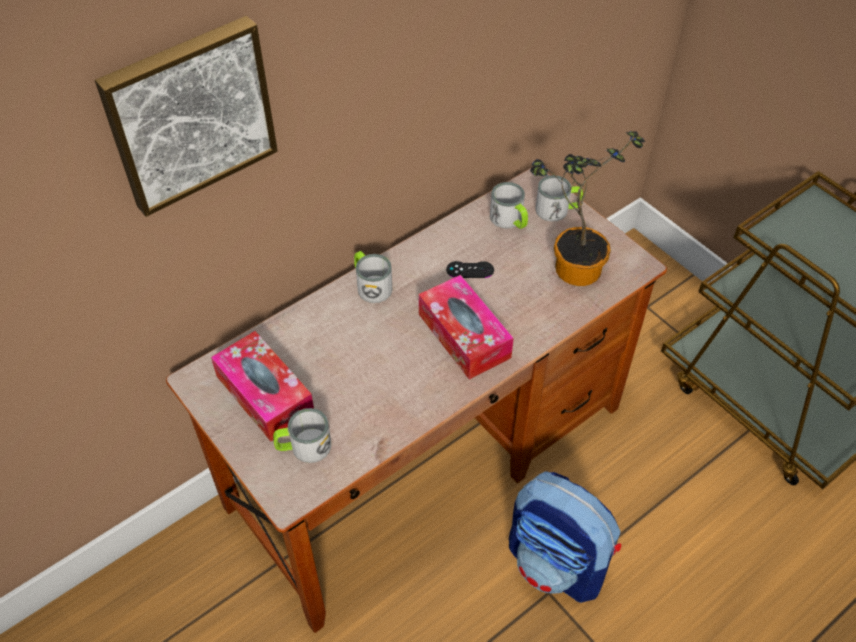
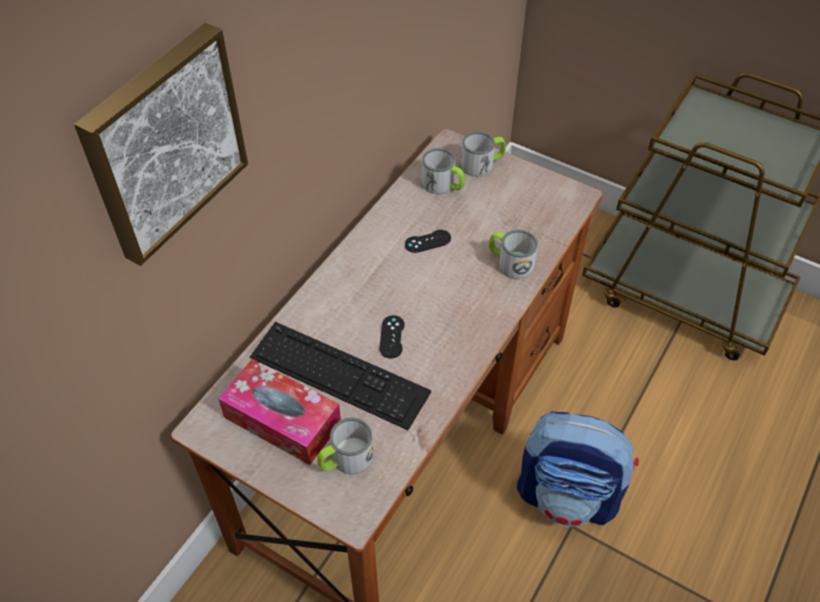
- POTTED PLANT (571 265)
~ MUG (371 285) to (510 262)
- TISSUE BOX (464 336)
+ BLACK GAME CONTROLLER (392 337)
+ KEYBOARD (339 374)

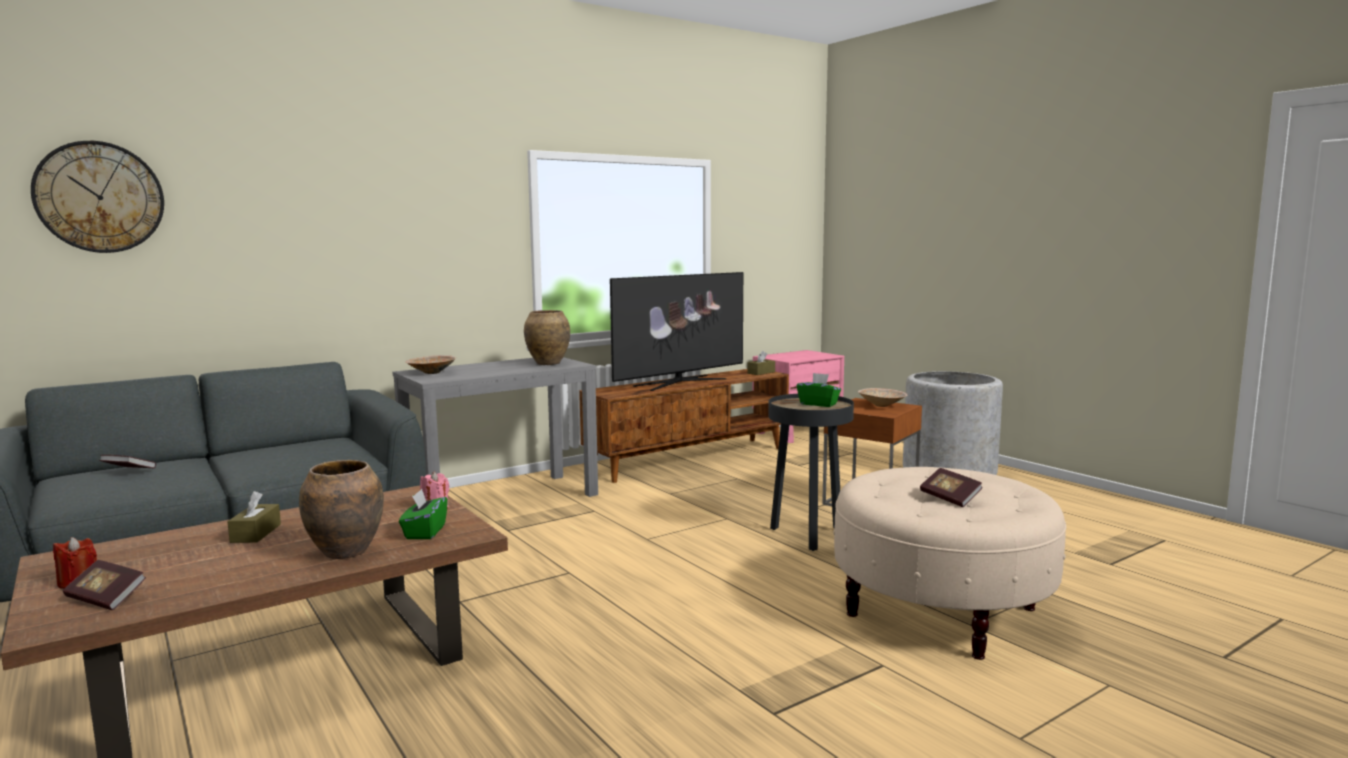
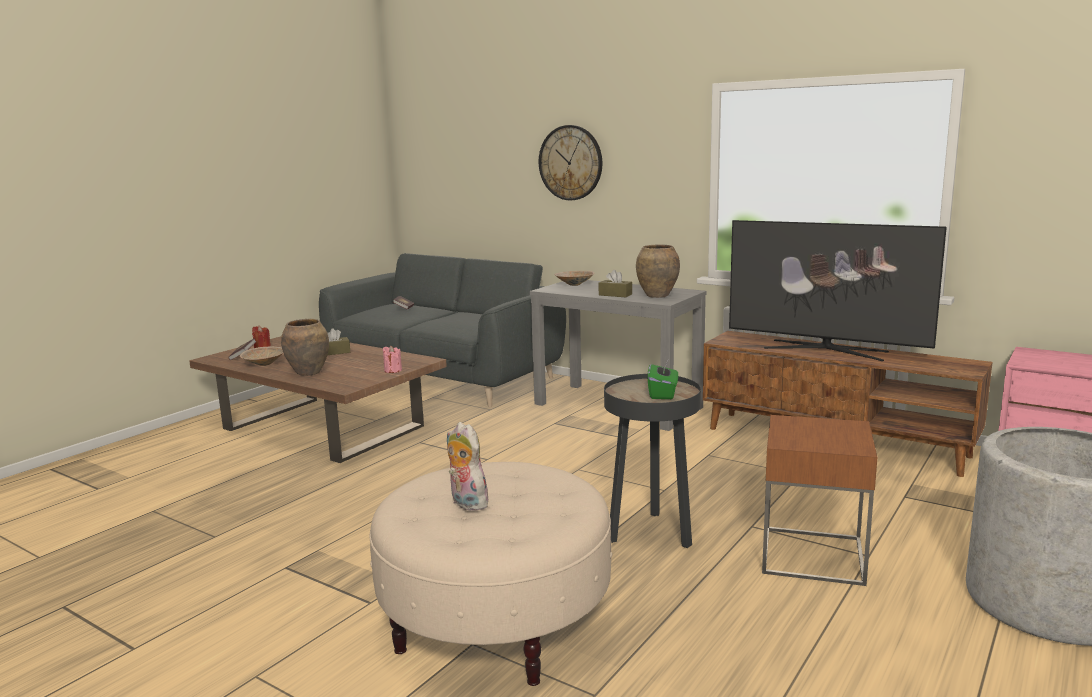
~ WALL CLOCK (99 197) to (570 163)
~ BROWN TISSUE BOX (761 372) to (615 295)
~ BEIGE BOWL (882 406) to (263 364)
~ BOOK (950 498) to PLUSH TOY (466 503)
- GREEN TISSUE BOX (424 532)

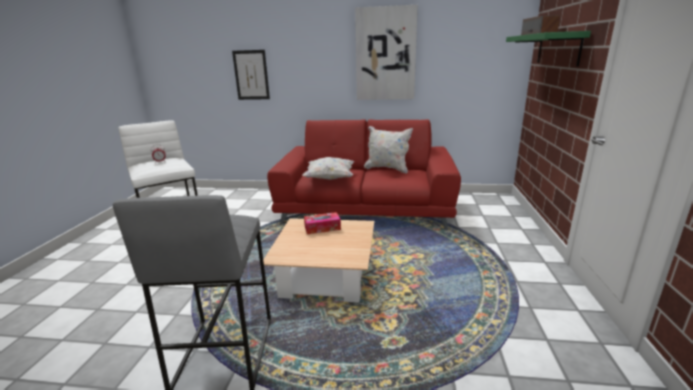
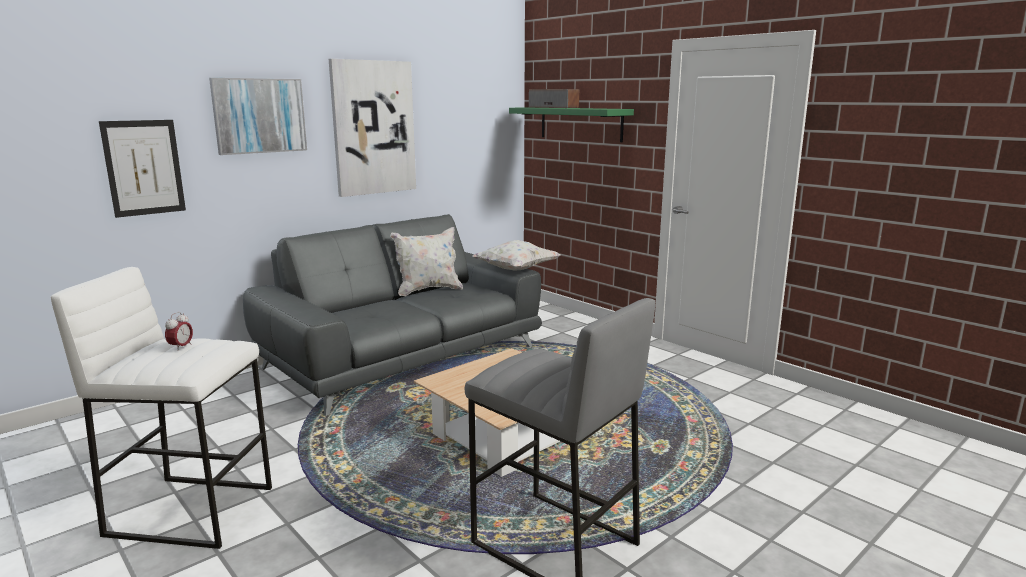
~ RED SOFA (365 208) to GREY SOFA (403 357)
~ WHITE PILLOW (329 179) to (516 270)
- TISSUE BOX (322 228)
+ PICTURE (259 116)

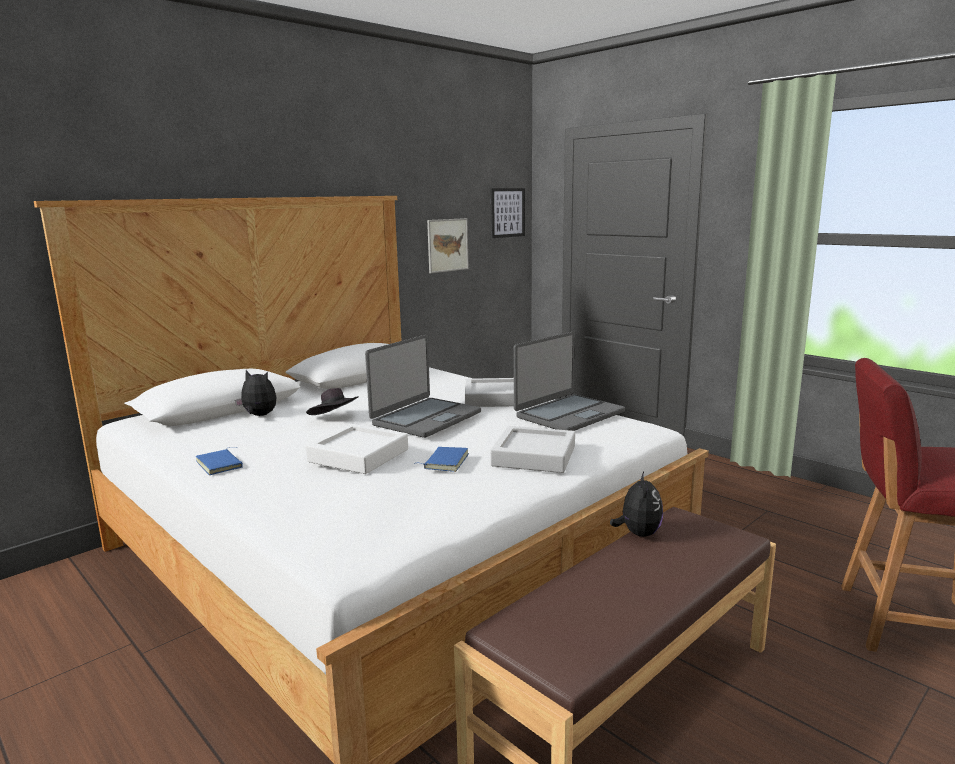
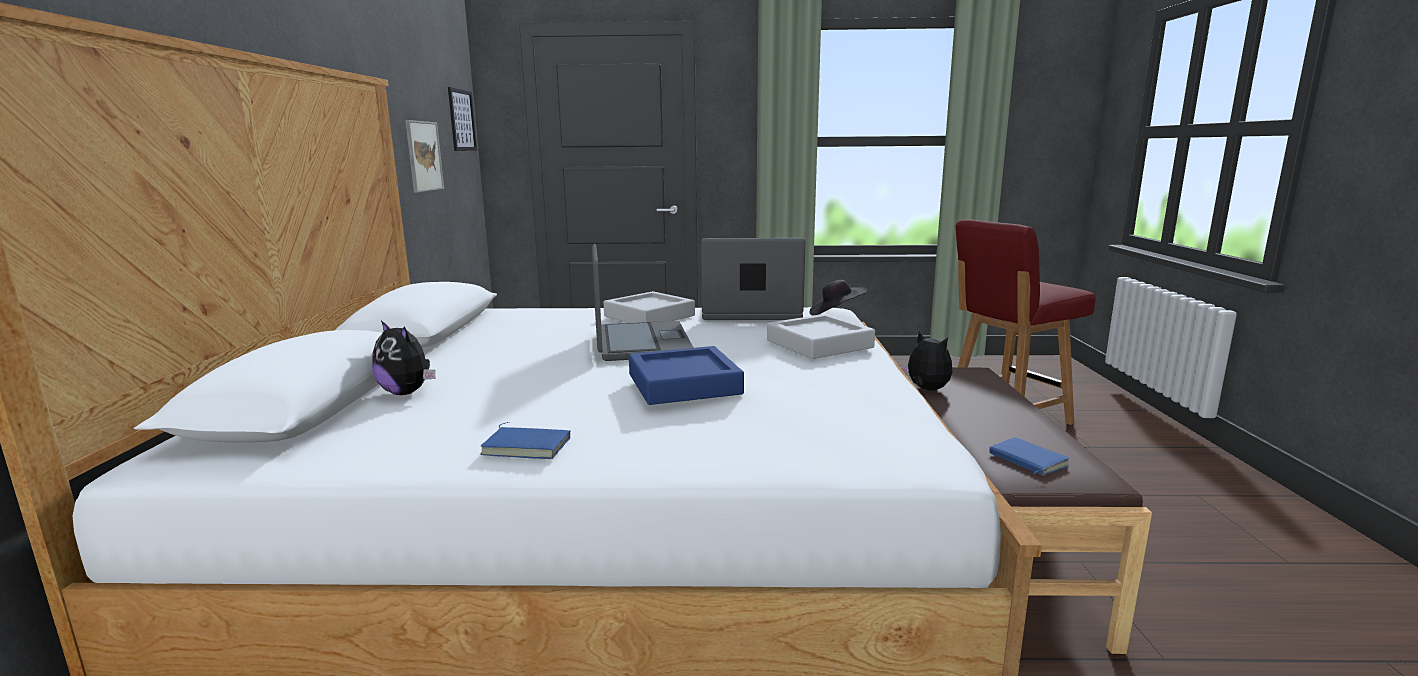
~ LAPTOP (568 414) = (751 312) 90 degrees counterclockwise
~ PLUSH TOY (259 416) = (407 392) 120 degrees counterclockwise
~ BLACK HAT (335 418) to (836 314)
~ WHITE TRAY (358 455) to BLUE TRAY (684 384)
~ BLUE BOOK (445 461) to (1026 460)

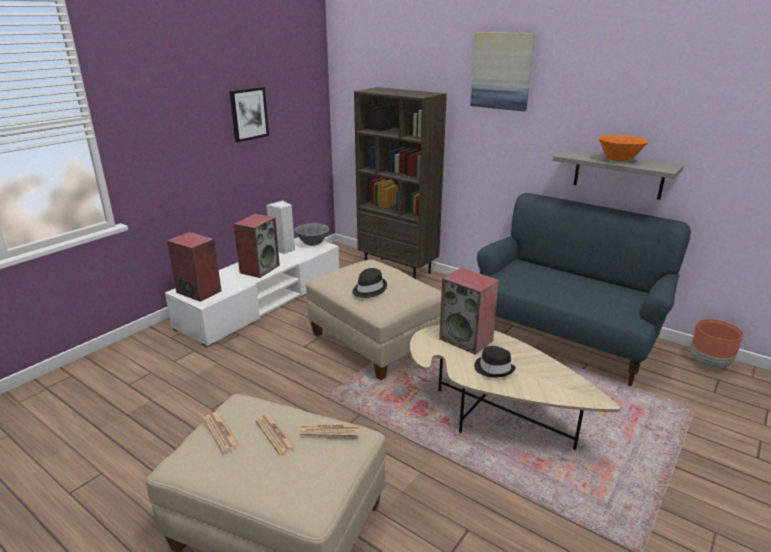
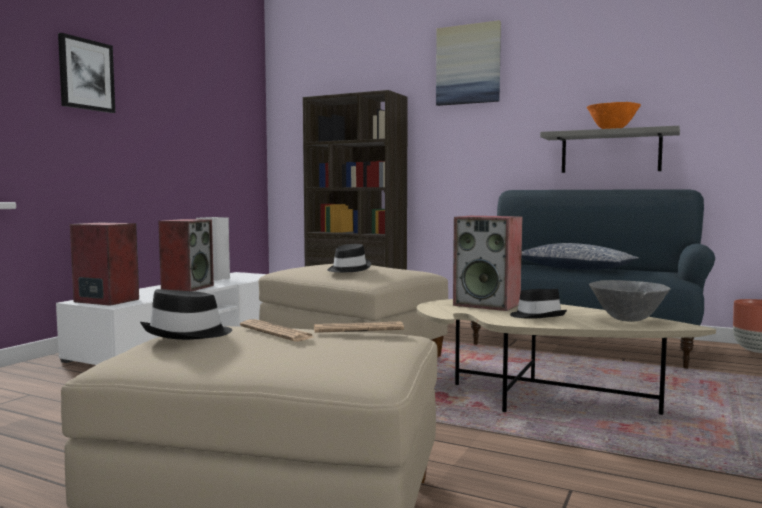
~ PICTURE (248 114) to (86 75)
~ GREY BOWL (313 244) to (628 320)
~ NEWSPAPER (221 432) to BLACK HAT (188 334)
+ PILLOW (573 269)

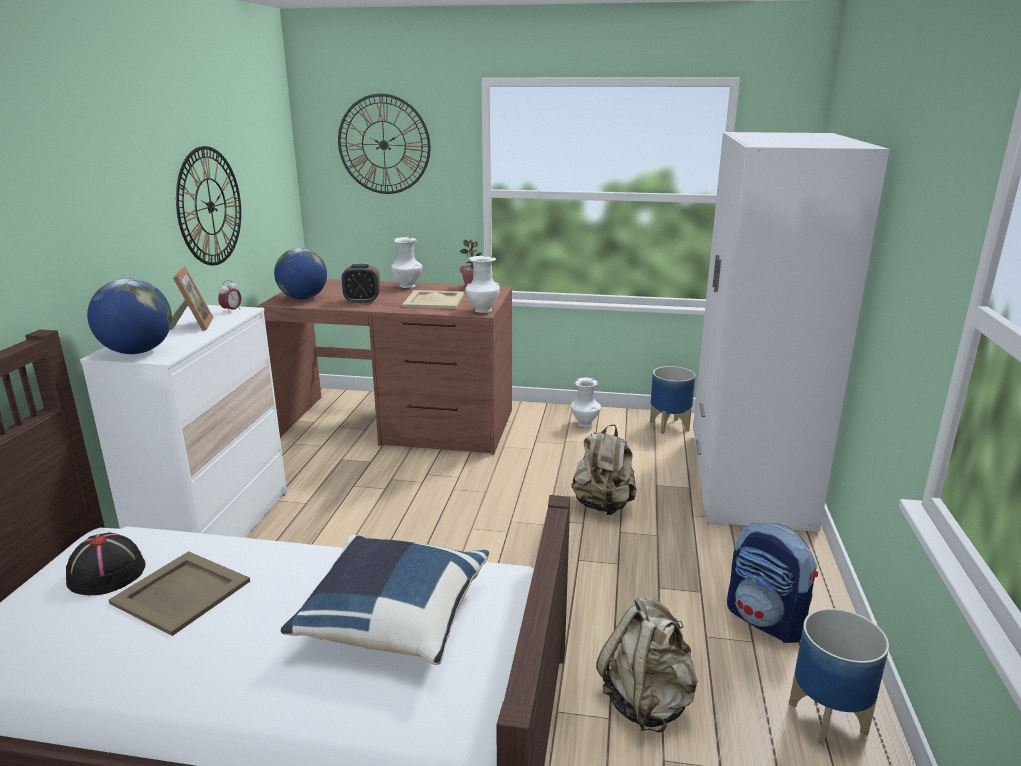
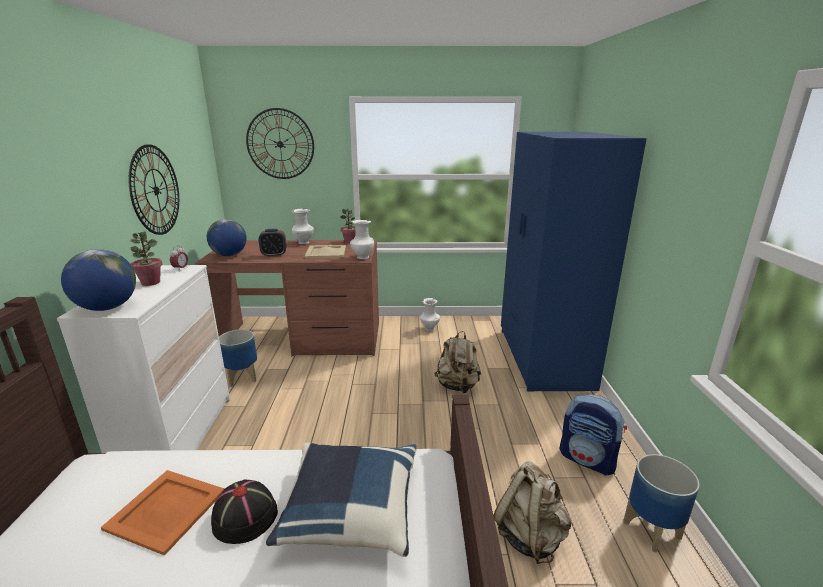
~ WHITE WARDROBE (747 478) to BLUE WARDROBE (543 358)
~ PICTURE FRAME (192 325) to POTTED PLANT (151 282)
~ PLANTER (669 426) to (242 378)
~ BLACK HAT (107 573) to (244 516)
~ BEIGE TRAY (181 593) to ORANGE TRAY (166 510)

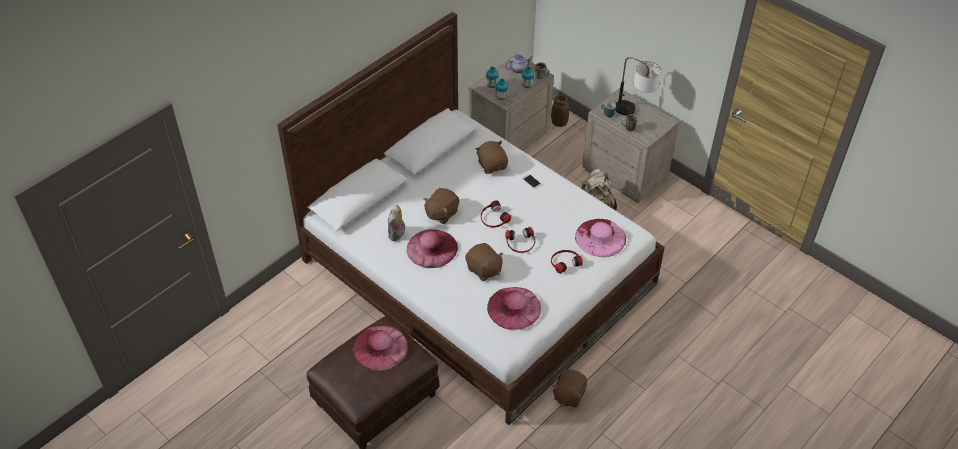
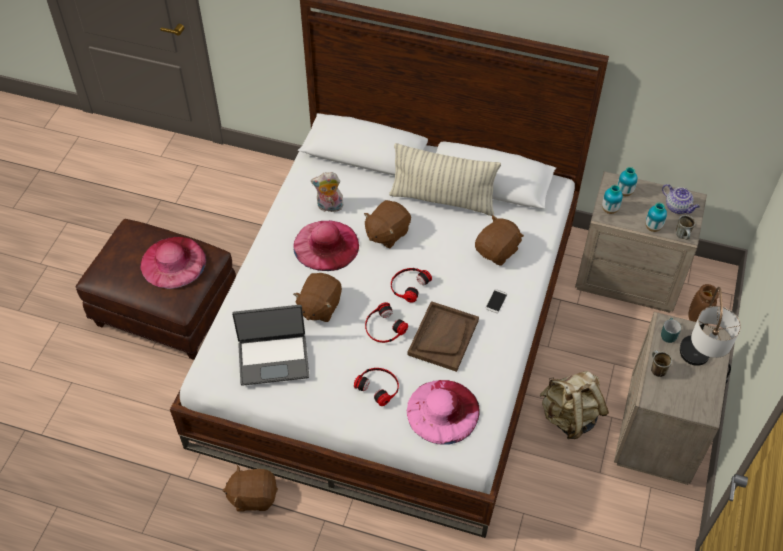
~ BROWN PLUSH TOY (441 213) = (387 233) 60 degrees counterclockwise
~ PINK HAT (514 308) to LAPTOP (273 358)
+ PILLOW (442 199)
+ BROWN TRAY (443 337)

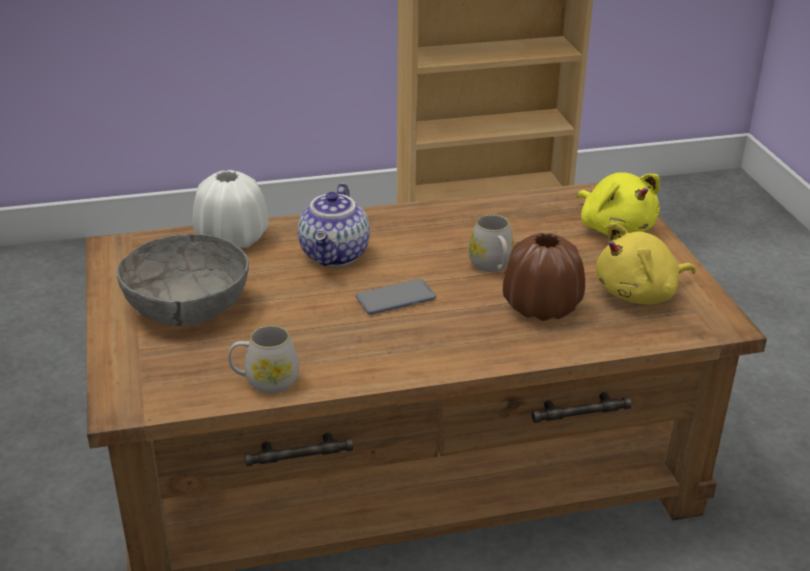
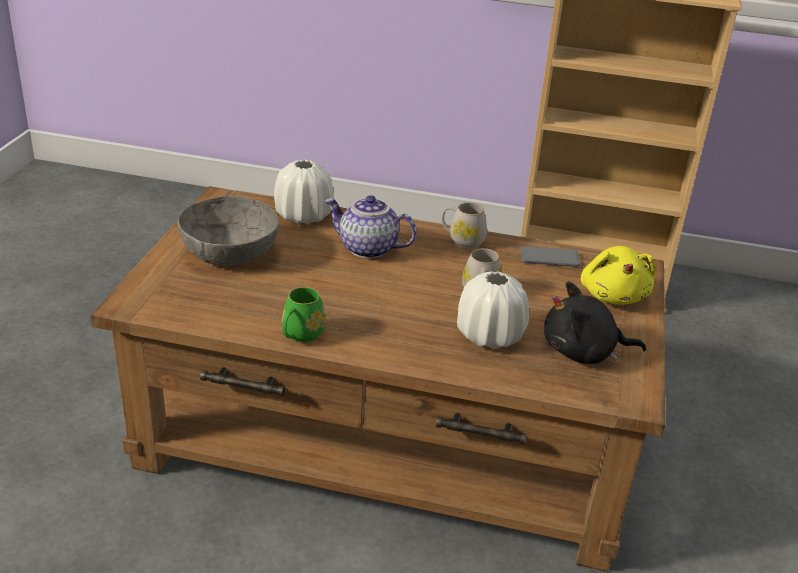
~ TEAPOT (336 255) = (367 249) 75 degrees clockwise
~ YELLOW PLUSH TOY (639 294) to BLACK PLUSH TOY (583 352)
~ BROWN VASE (541 307) to WHITE VASE (489 336)
~ PHONE (396 298) to (549 258)
~ WHITE MUG (265 381) to (462 240)
+ GREEN MUG (300 335)

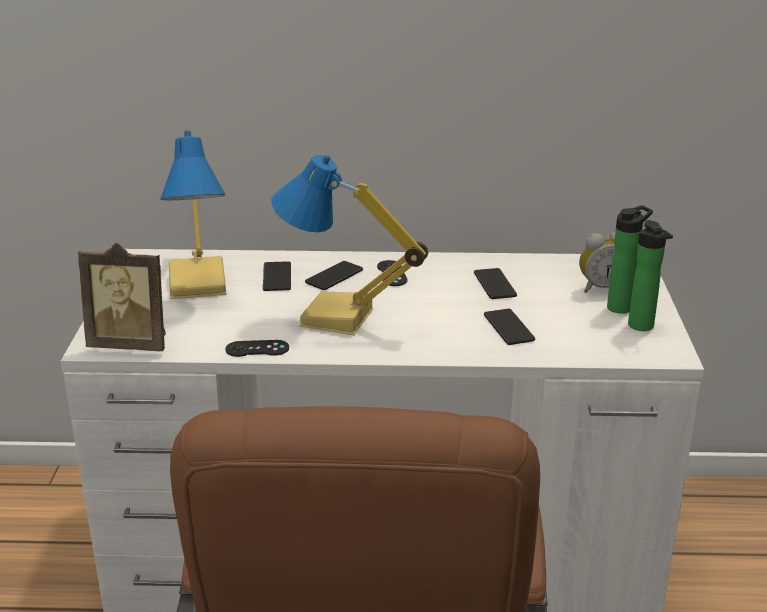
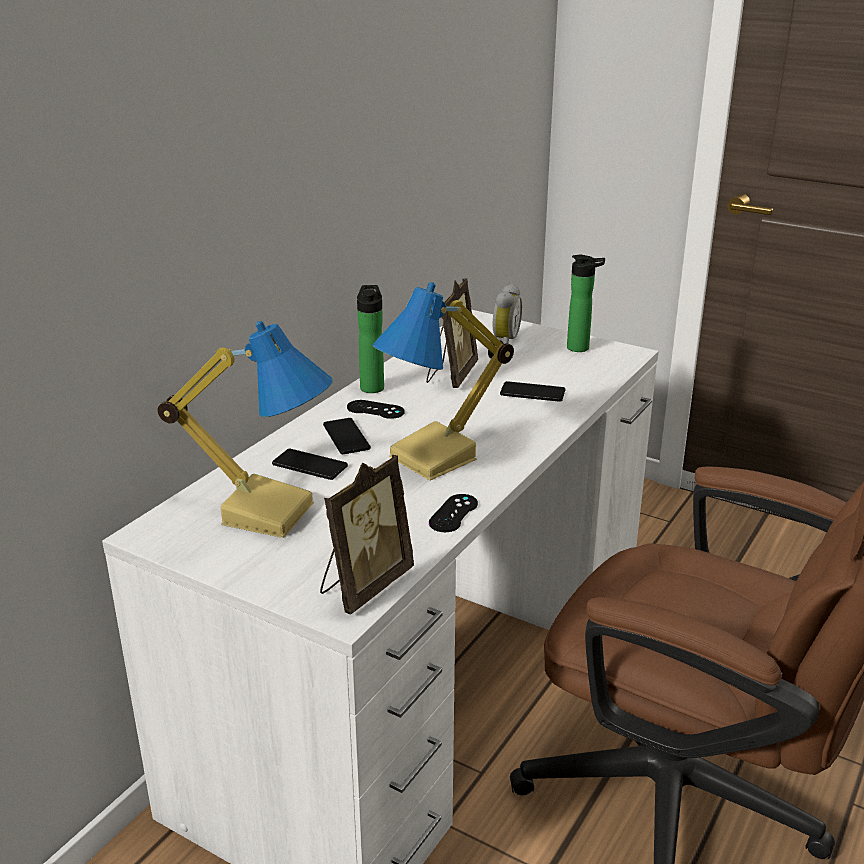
~ BOTTLE (622 307) to (372 386)
~ PHONE (494 284) to PICTURE FRAME (451 375)

